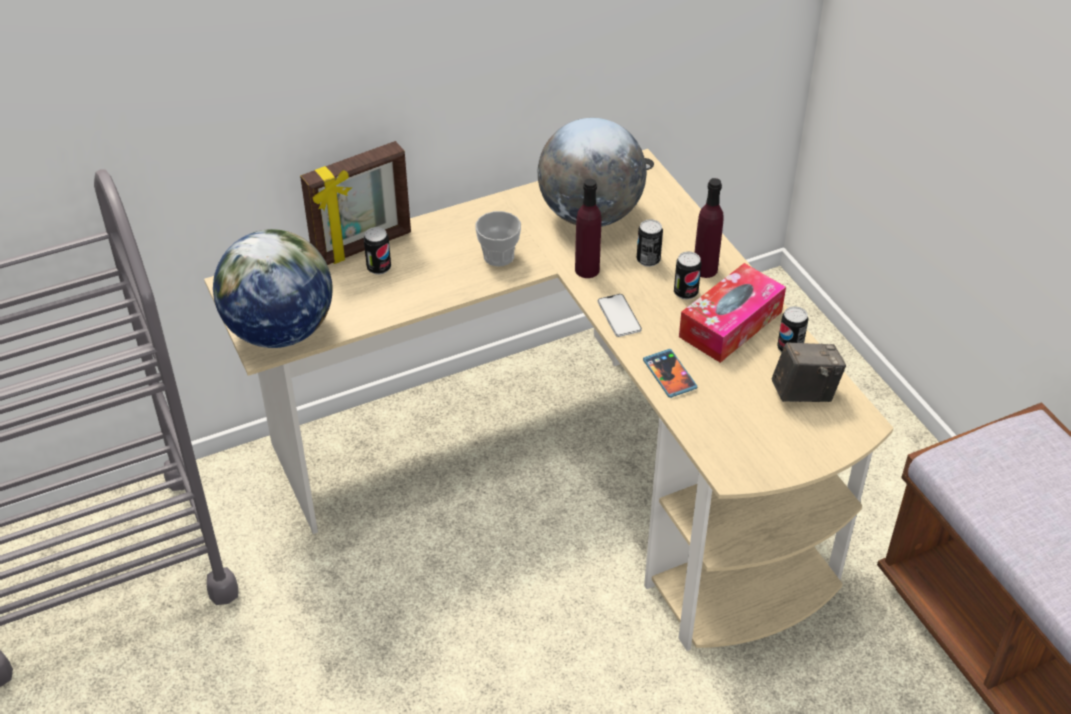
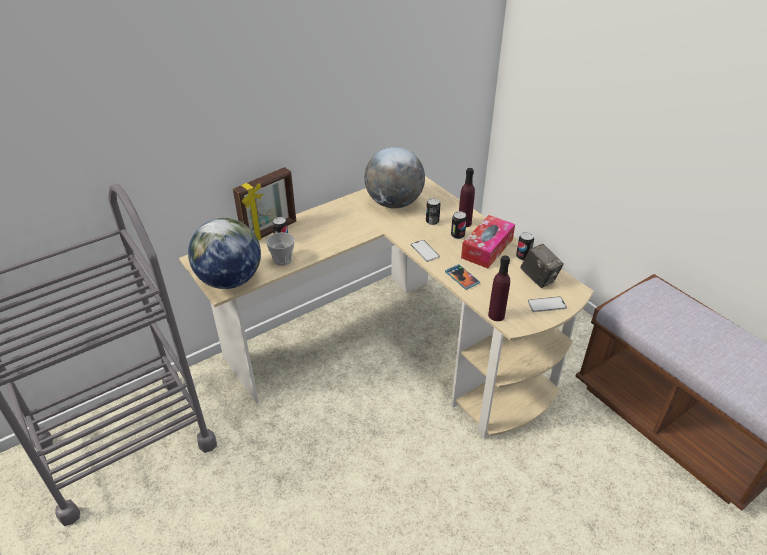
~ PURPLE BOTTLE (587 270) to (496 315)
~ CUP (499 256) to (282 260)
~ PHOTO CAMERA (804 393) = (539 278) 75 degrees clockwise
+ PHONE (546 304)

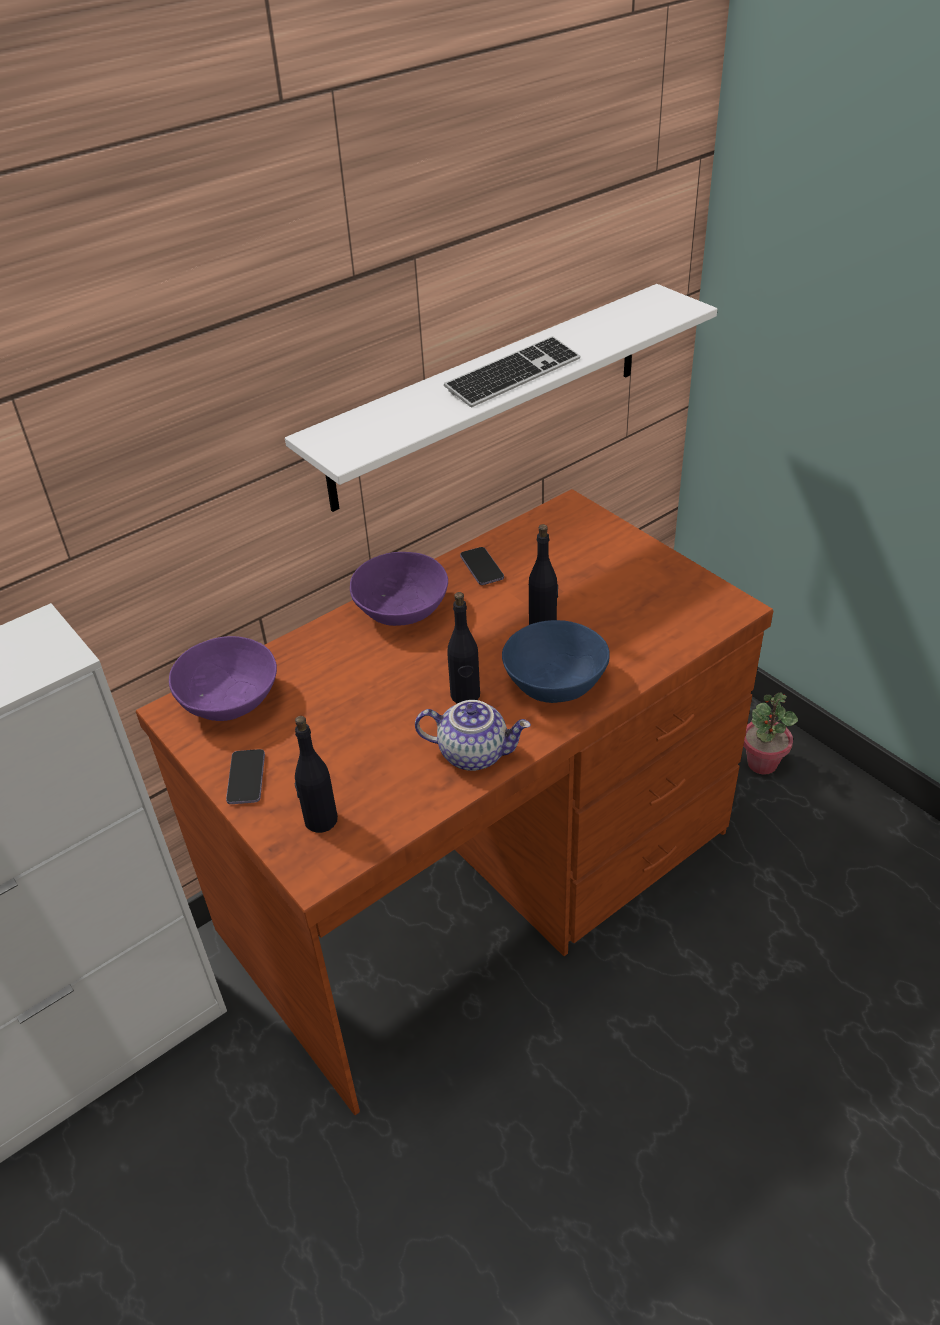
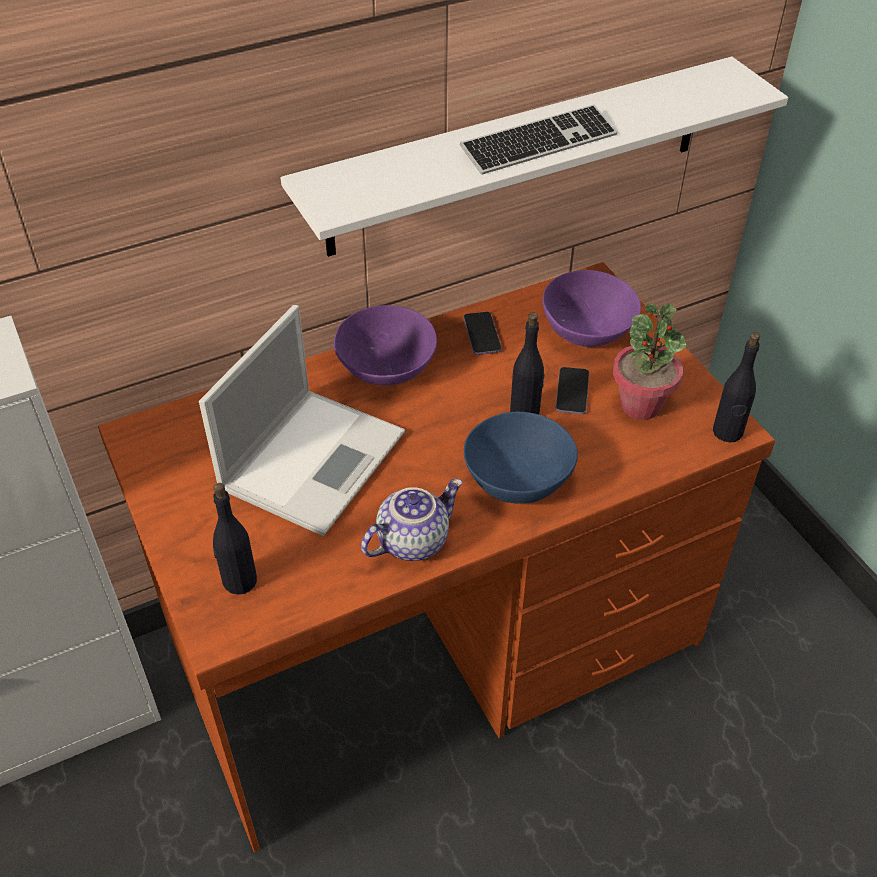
~ BLACK BOTTLE (465 695) to (727 432)
~ PURPLE BOWL (230 700) to (588 330)
~ POTTED PLANT (762 763) to (641 405)
~ TEAPOT (474 753) = (412 540) 60 degrees counterclockwise
~ PHONE (246 778) to (572 392)
+ LAPTOP (314 458)

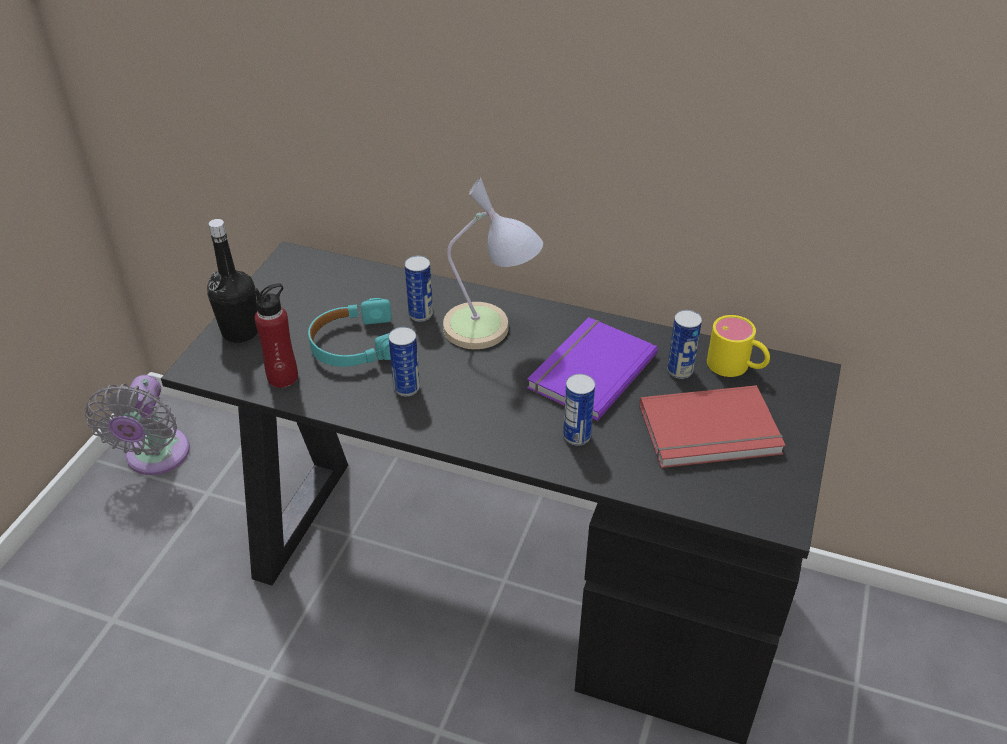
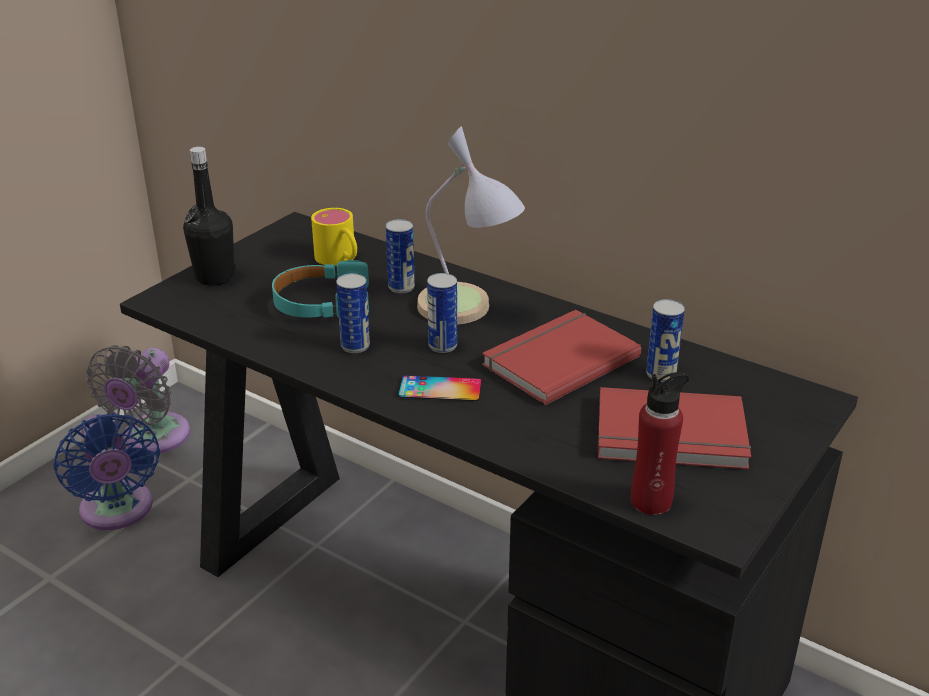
~ RED BOTTLE (283 377) to (651 501)
~ YELLOW MUG (736 367) to (340 259)
~ PURPLE BOOK (588 370) to RED BOOK (557 359)
~ CAN (576 436) to (442 346)
+ PHONE (440 389)
+ BLUE FAN (117 512)

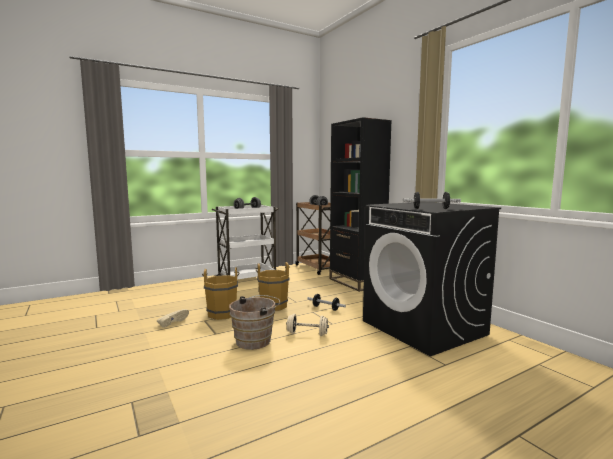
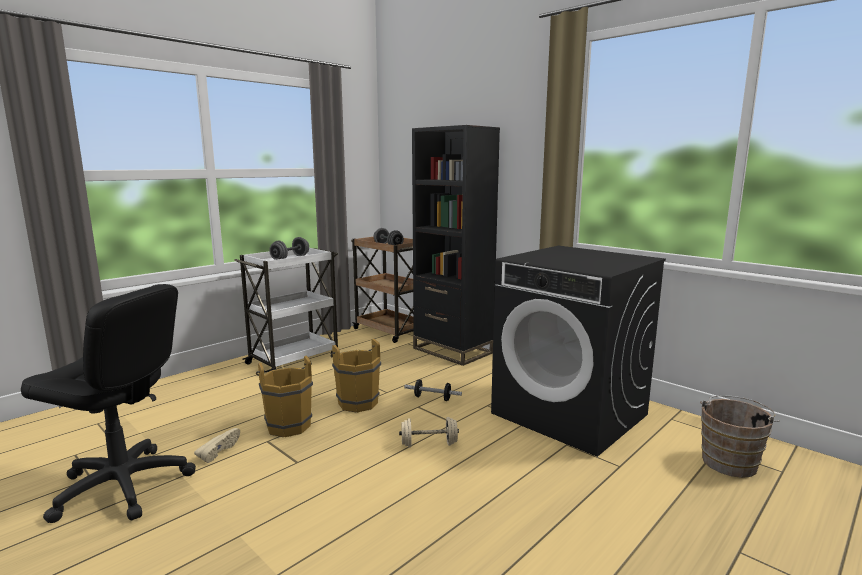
- DUMBBELL (431 209)
~ BROWN BUCKET (256 340) to (730 461)
+ BLACK OFFICE CHAIR (122 486)

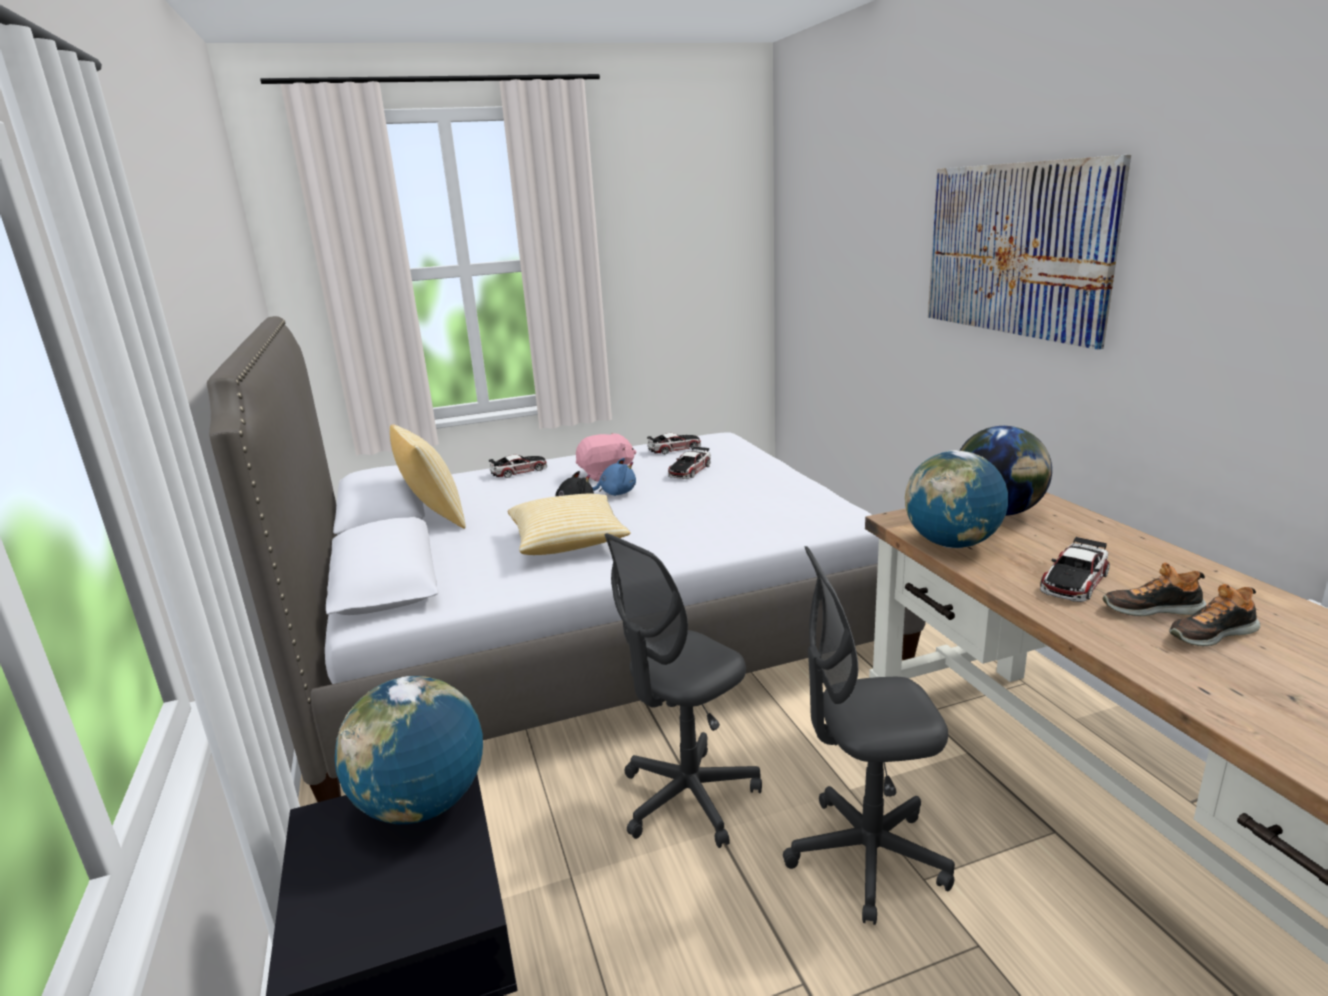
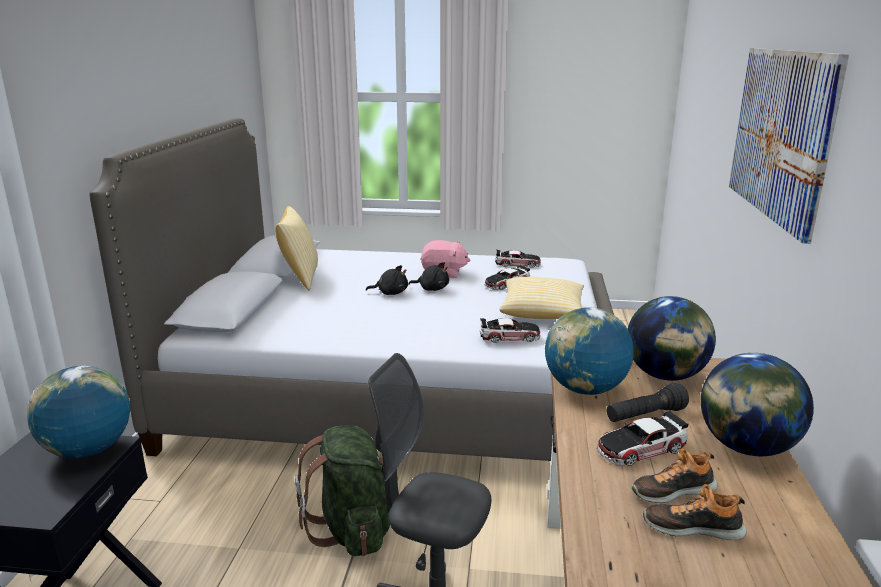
~ TOY CAR (519 471) to (509 336)
~ BLUE PLUSH TOY (615 493) to BLACK PLUSH TOY (432 289)
~ PILLOW (568 542) to (542 313)
~ GREY OFFICE CHAIR (688 798) to GREEN BACKPACK (353 529)
~ SHOE (1151 608) = (672 491) 45 degrees counterclockwise
+ GLOBE (746 447)
+ BLACK FLASHLIGHT (645 416)

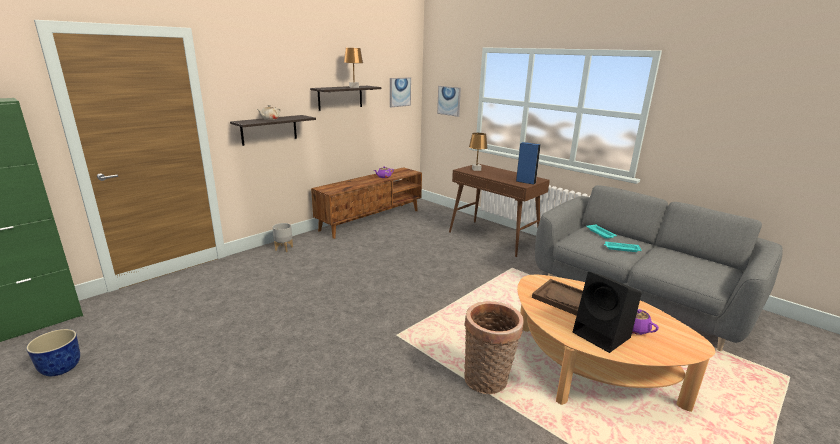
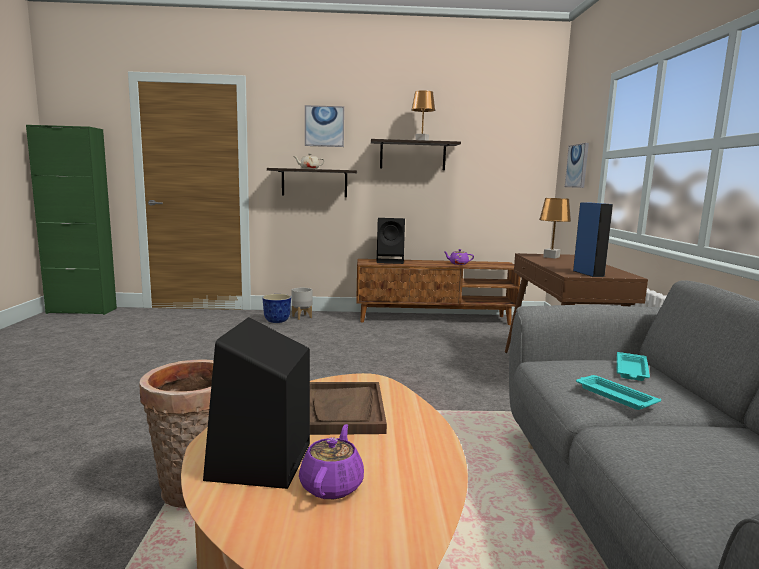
~ PICTURE (399 92) to (324 126)
~ PLANTER (62 368) to (277 321)
+ BLACK SPEAKER (390 261)

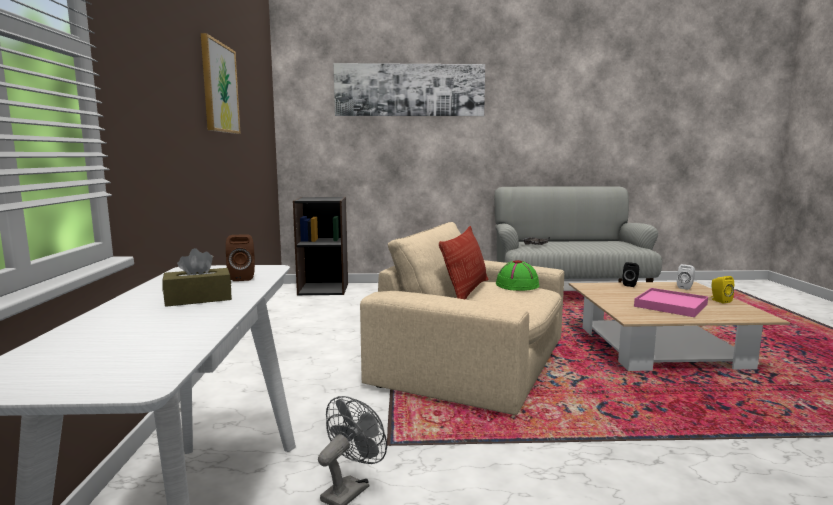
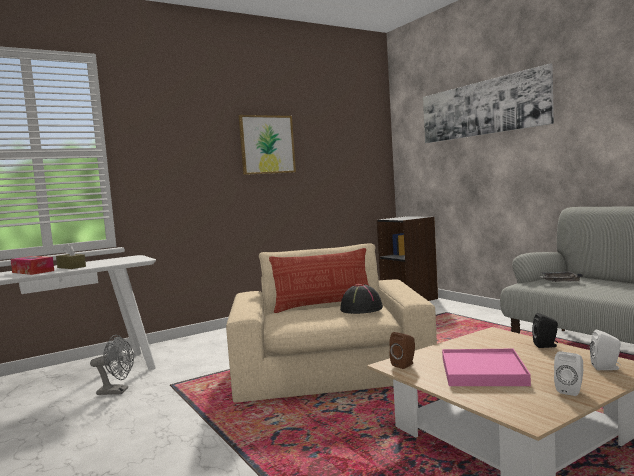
~ BROWN SPEAKER (243 277) to (404 364)
~ GREEN HAT (517 285) to BLACK HAT (361 308)
~ YELLOW SPEAKER (719 301) to WHITE SPEAKER (570 390)
+ TISSUE BOX (33 271)

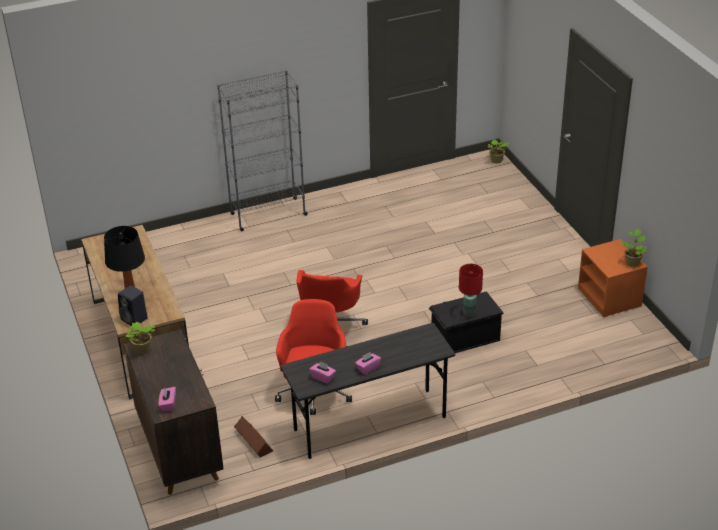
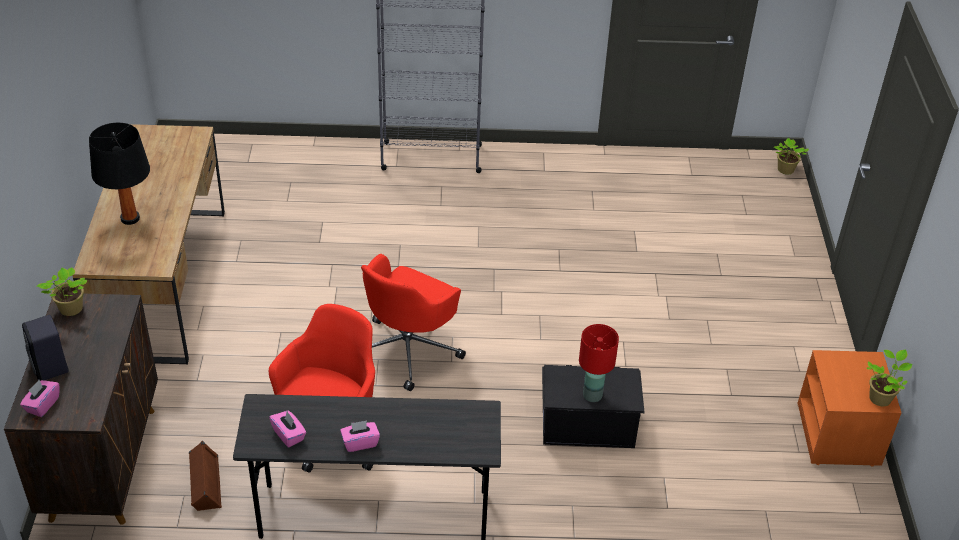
~ BLACK SPEAKER (135 319) to (50 368)

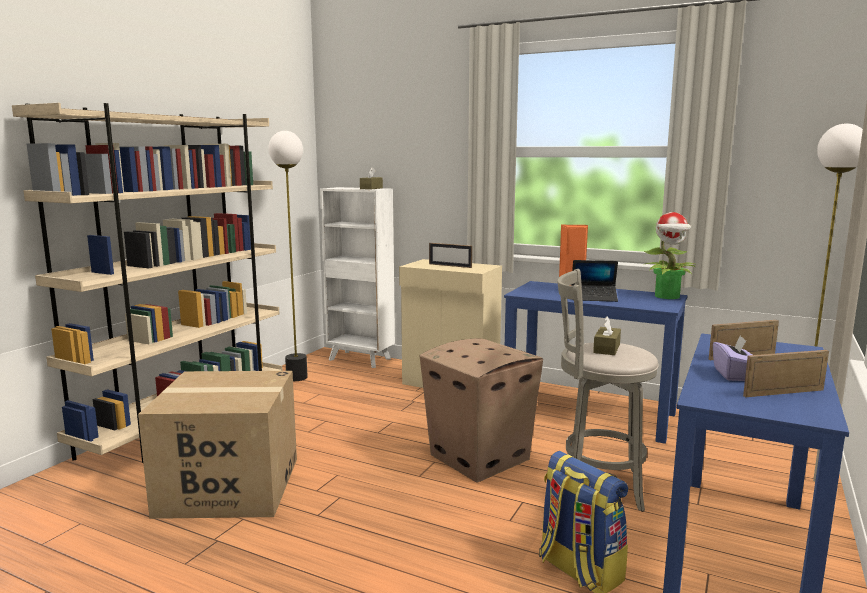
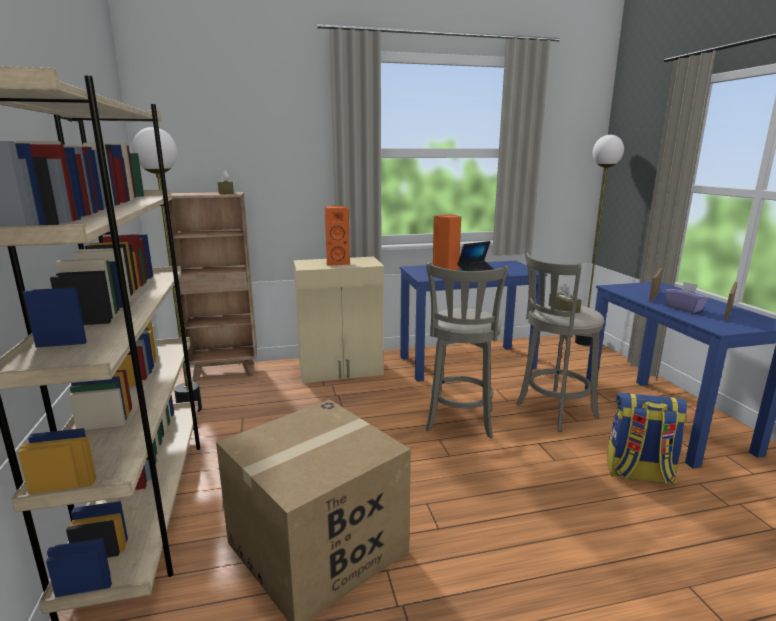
~ WHITE BOOKCASE (360 359) to BROWN BOOKCASE (225 372)
- POTTED PLANT (667 296)
~ PICTURE FRAME (450 265) to ORANGE SPEAKER (337 263)
~ CARDBOARD BOX (478 457) to GREY STOOL (459 422)

